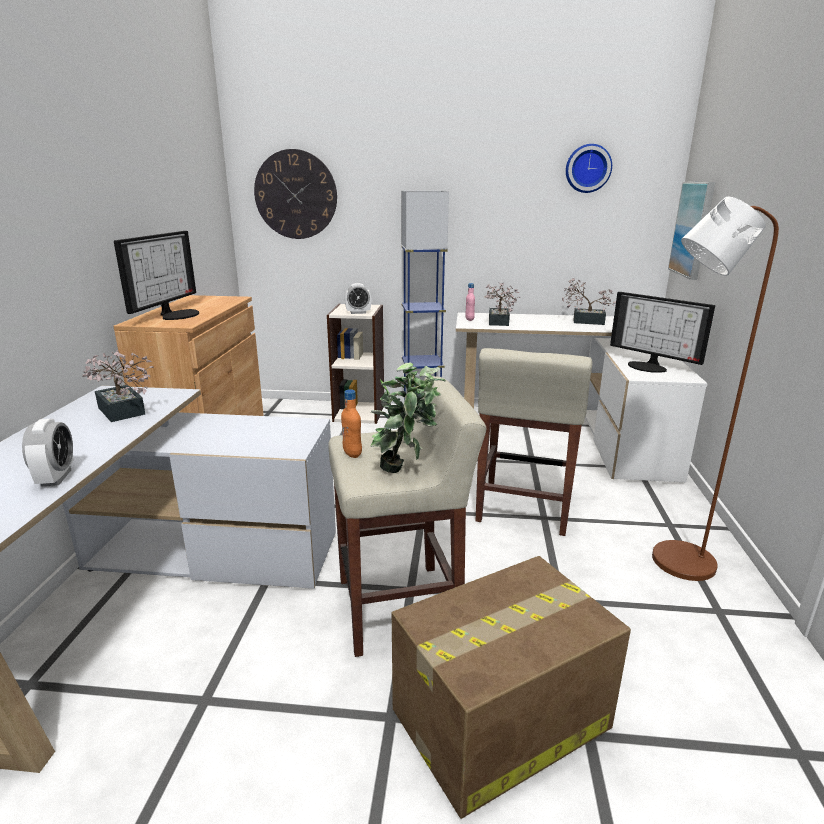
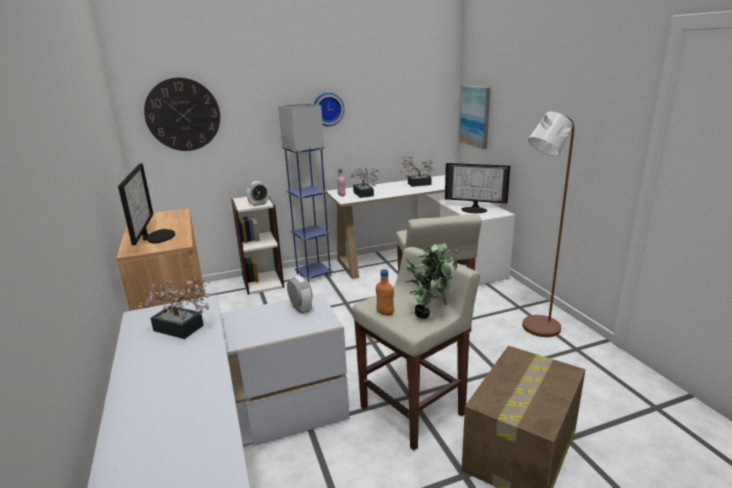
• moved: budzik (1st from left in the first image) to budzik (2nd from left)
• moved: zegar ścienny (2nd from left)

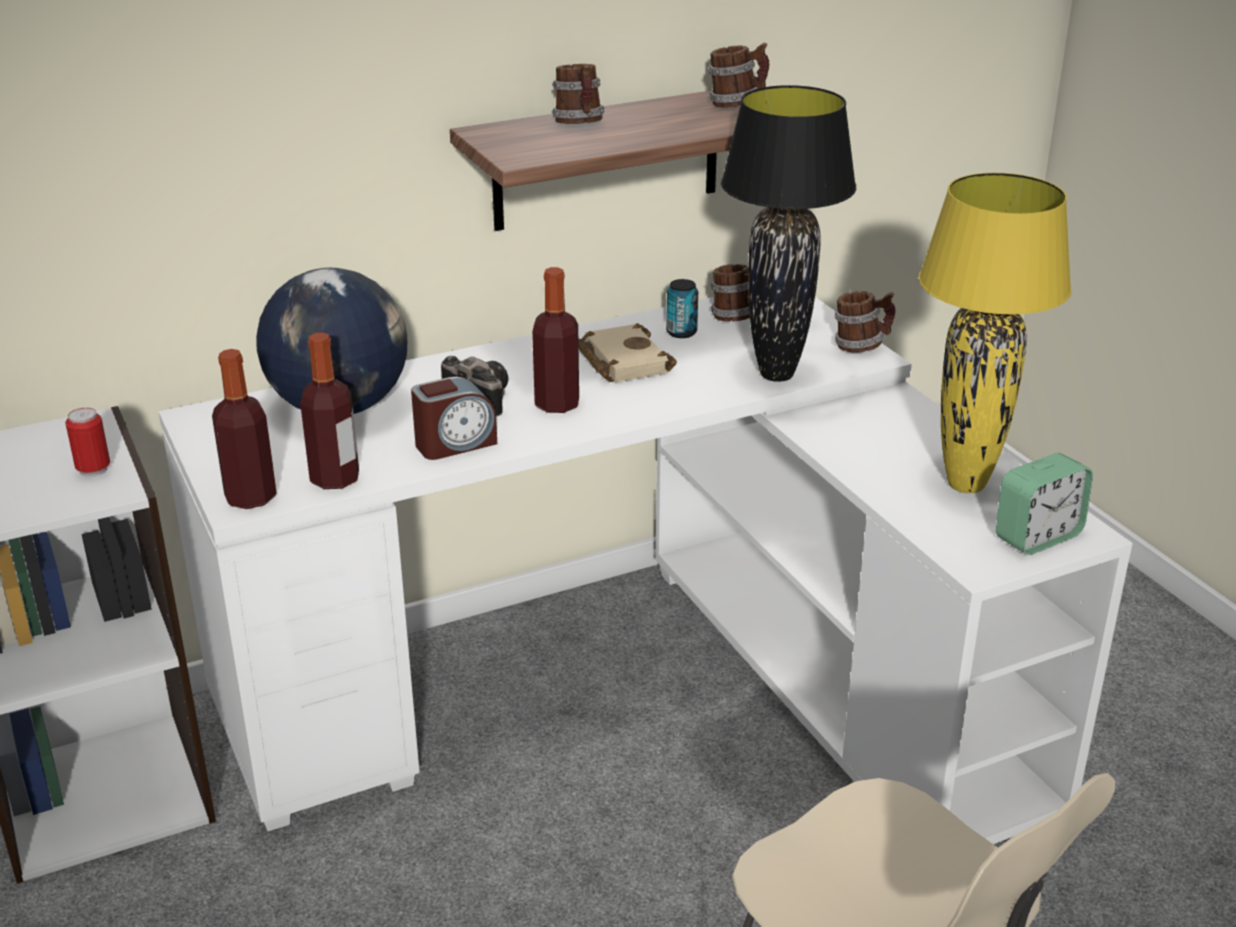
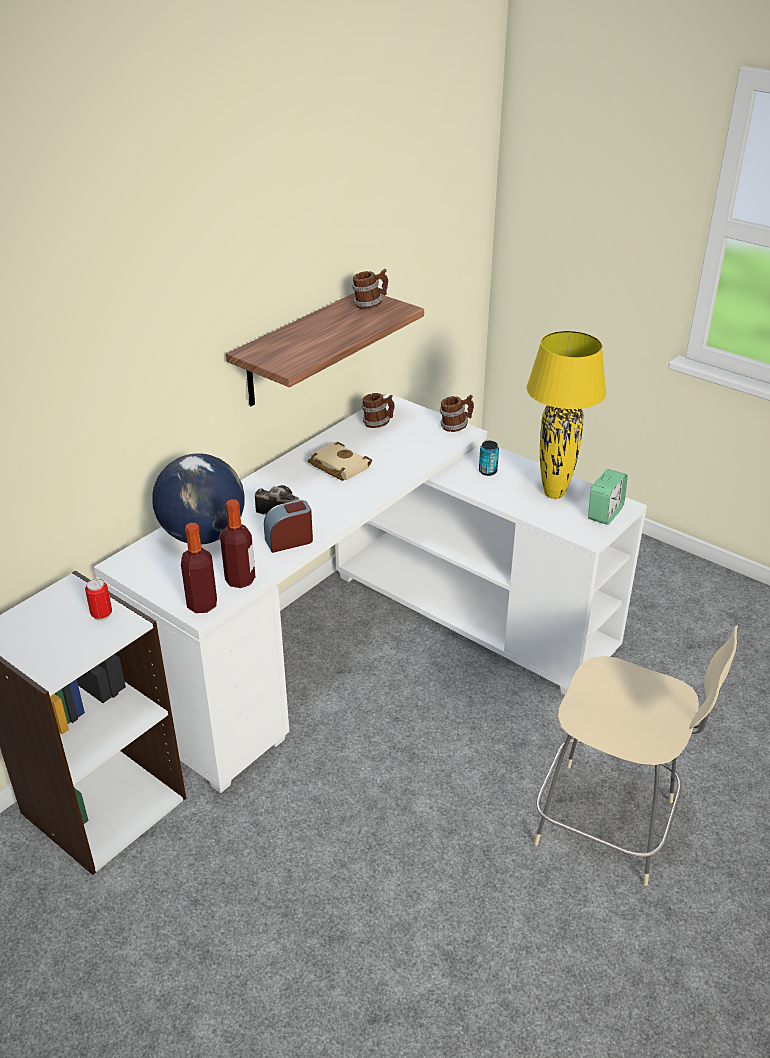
• turned: budzik (1st from left) 150 degrees counterclockwise
• moved: puszka (2nd from left)
• removed: butelka (3rd from left)
• removed: kubek (1st from left)
• removed: lampa stołowa (czarny)

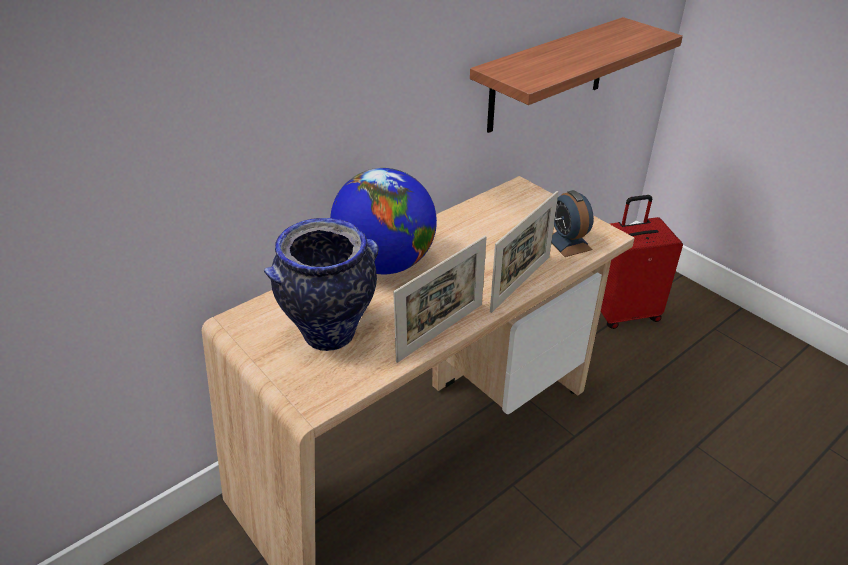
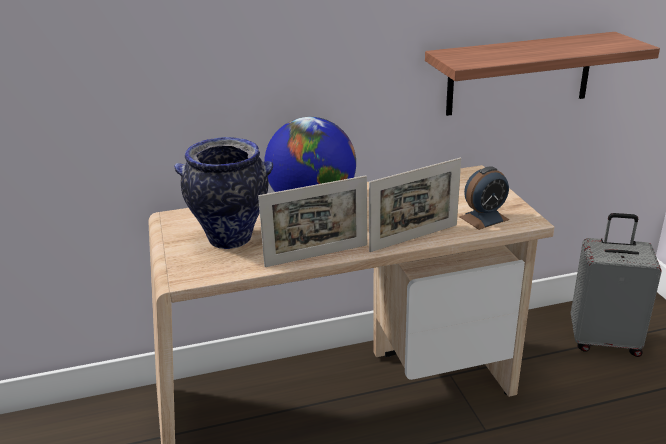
• turned: budzik 120 degrees counterclockwise
• recoloured: walizka (czerwony) to walizka (szary)

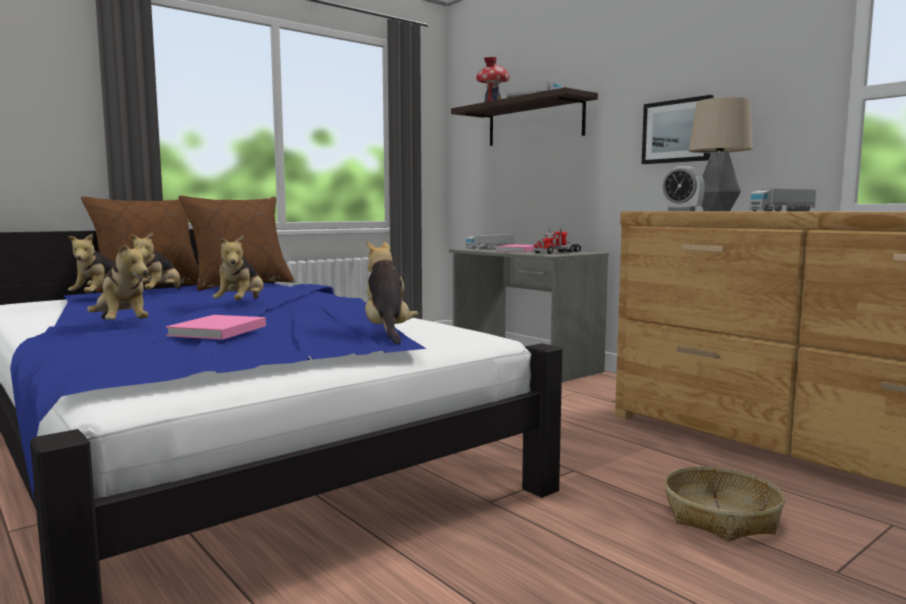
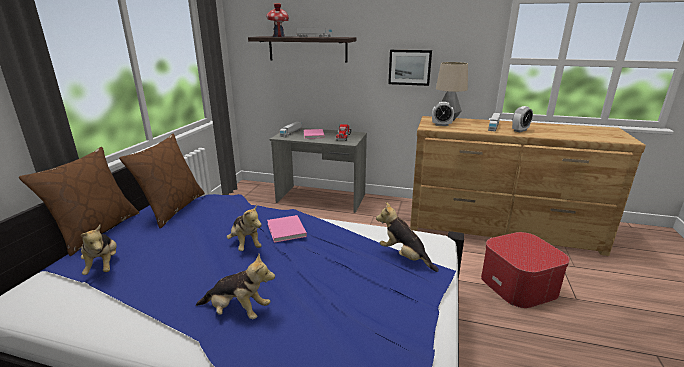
• moved: książka (różowy) (1st from left)
• replaced: koszyk to pufa
• added: budzik (2nd from left)
• removed: pluszak (3rd from left)

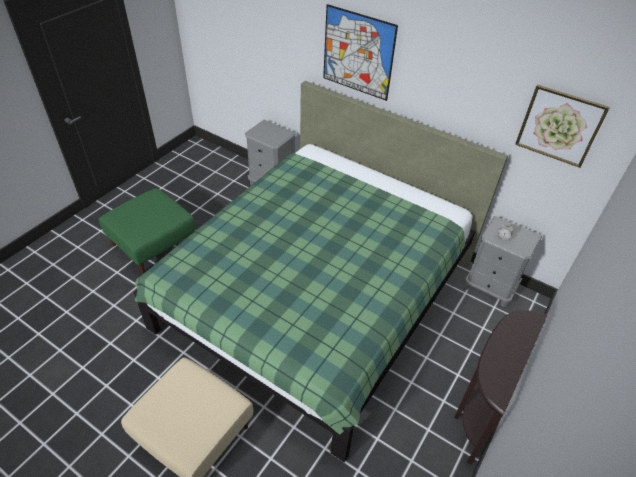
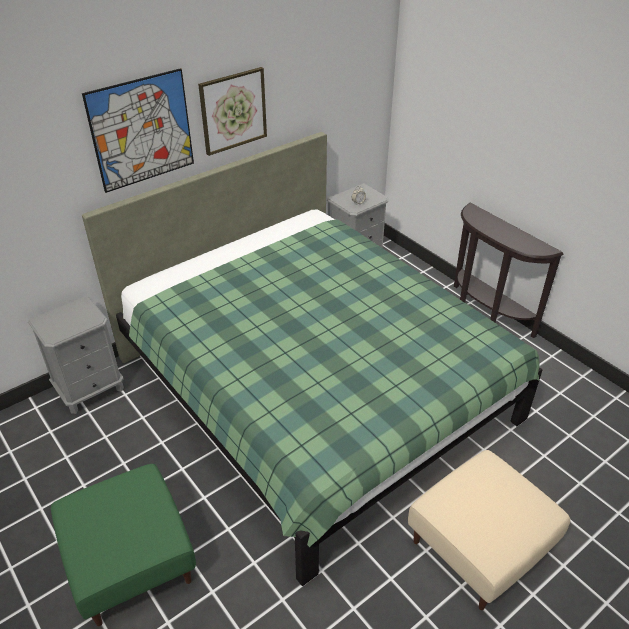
• moved: obraz (2nd from left)

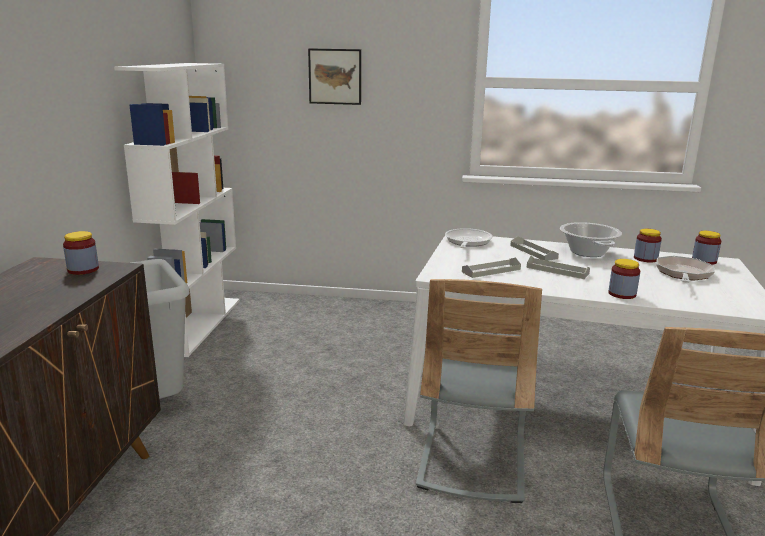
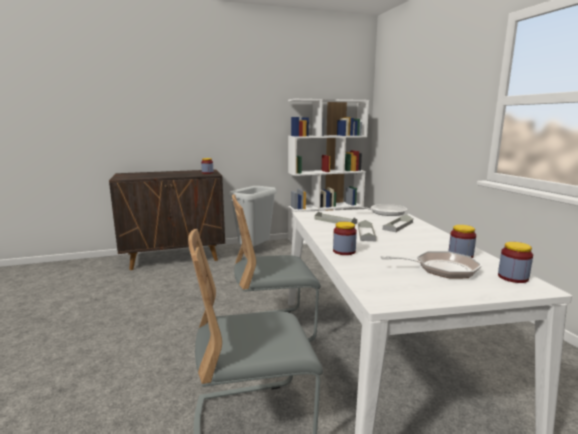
• removed: obraz
• removed: garnek

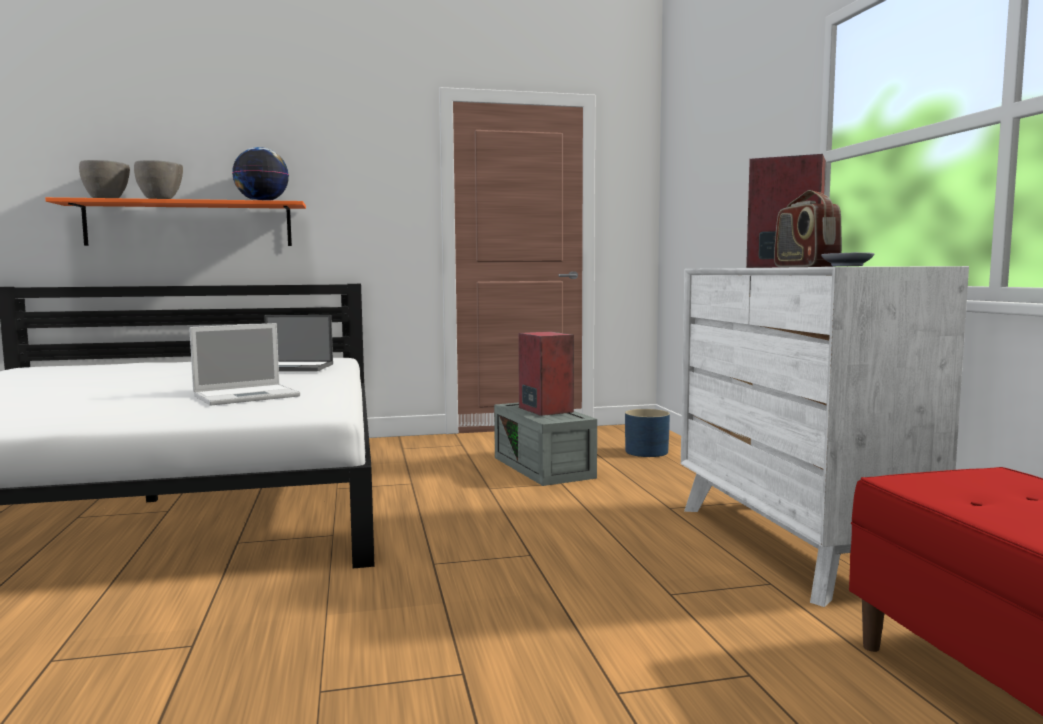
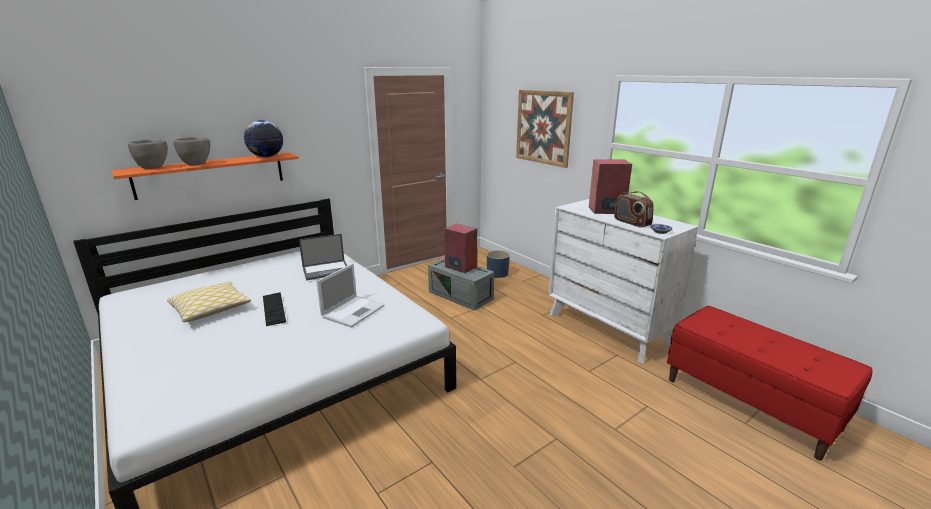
• added: poduszka
• added: klawiatura
• added: obraz

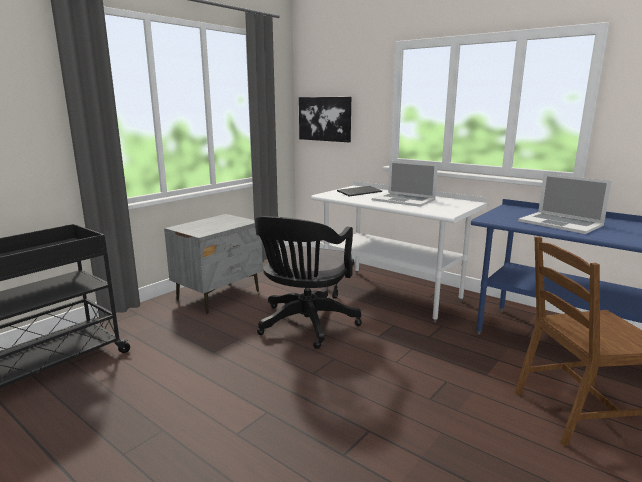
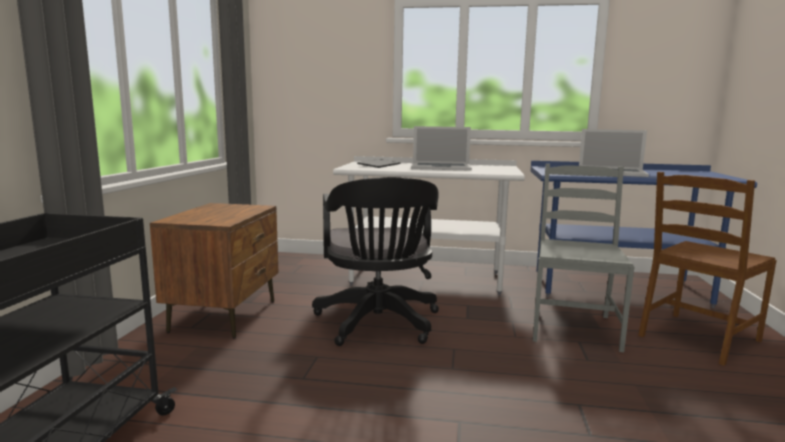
• recoloured: szafka nocna (szary) to szafka nocna (brązowy)
• added: krzesło (szary)
• removed: obraz

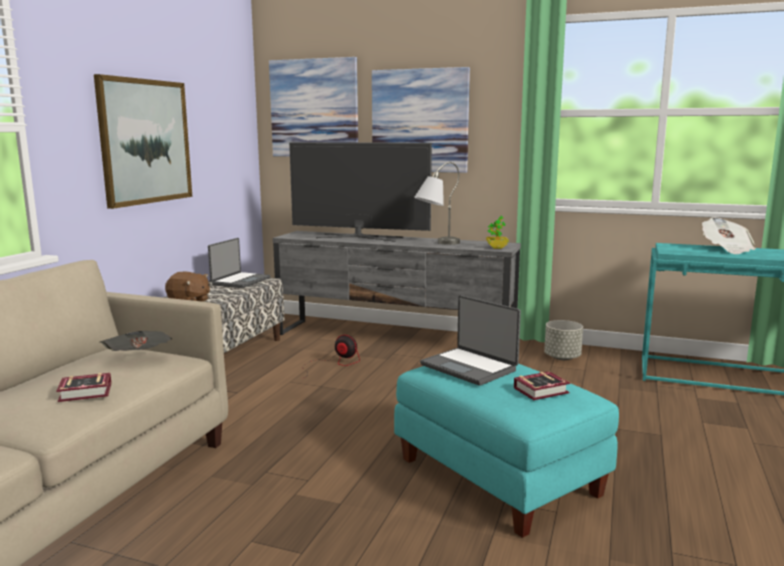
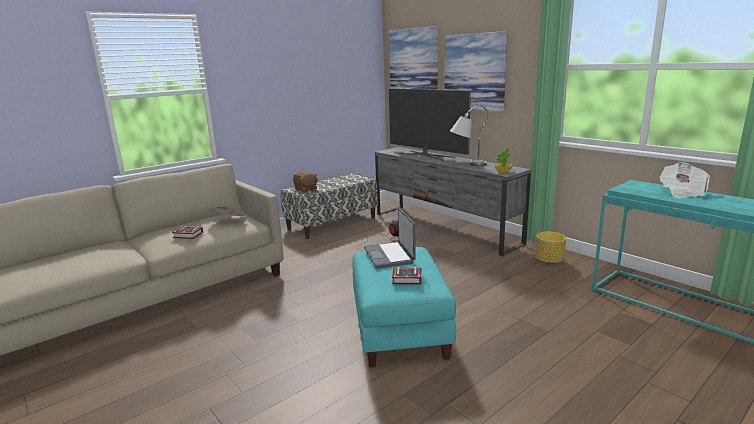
• recoloured: donica (szary) to donica (żółty)
• removed: obraz (1st from left)
• removed: laptop (1st from left)

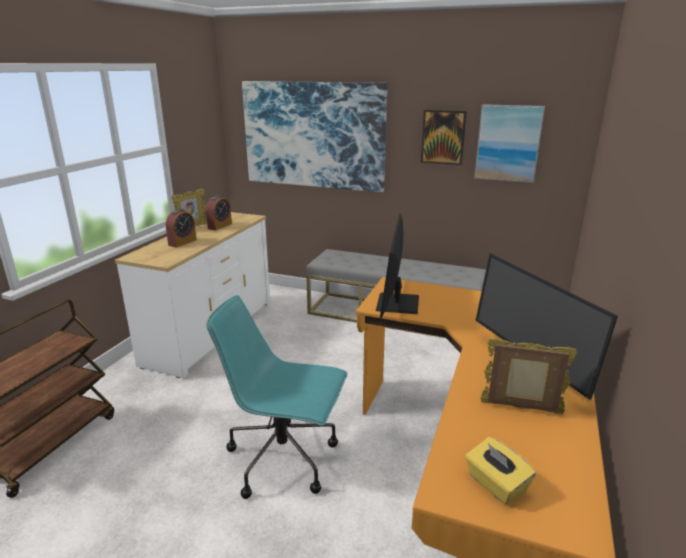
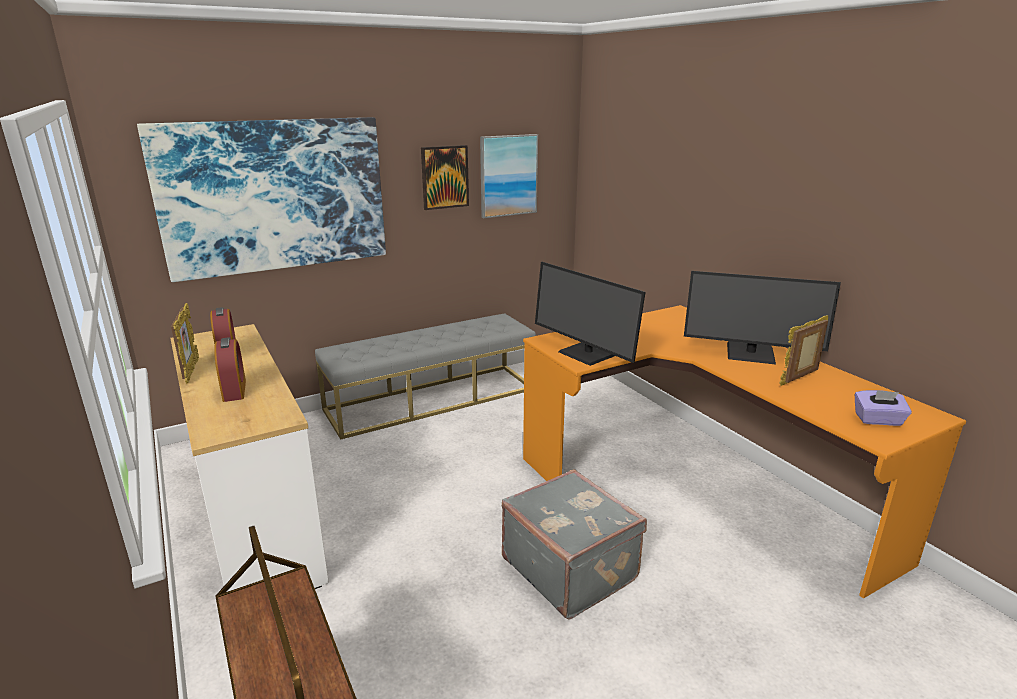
• replaced: krzesło biurowe (turkusowy) to walizka (szary)
• recoloured: pudełko chusteczek (żółty) to pudełko chusteczek (fioletowy)

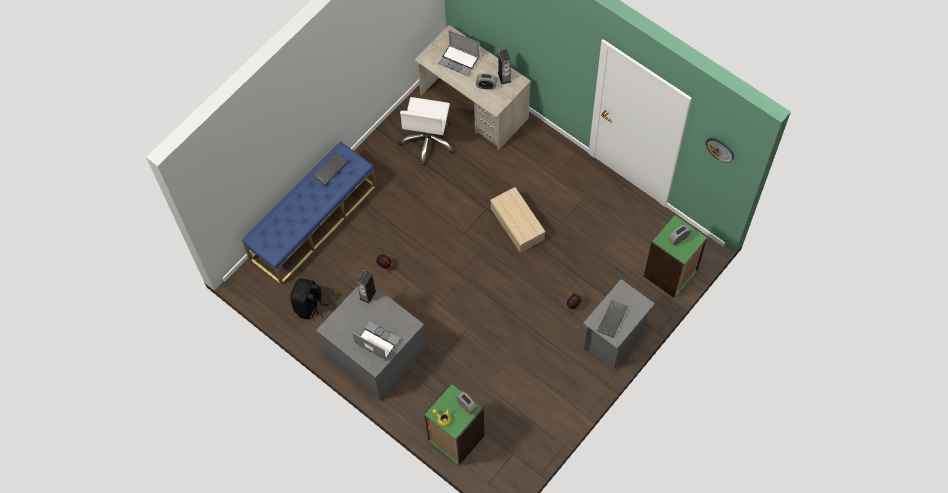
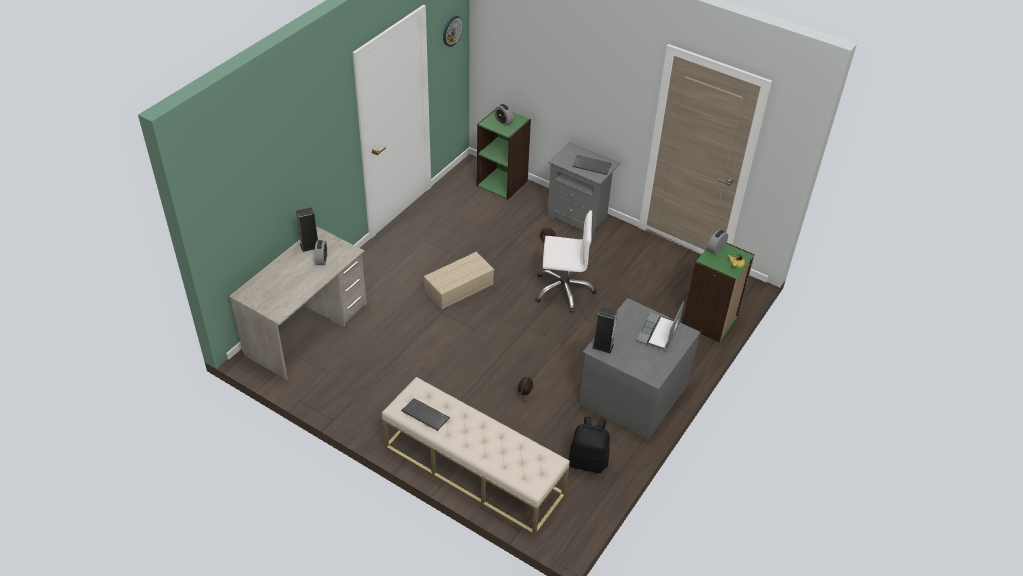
• recoloured: ławka (niebieski) to ławka (beżowy)
• moved: krzesło biurowe (biały)
• removed: laptop (2nd from left)

